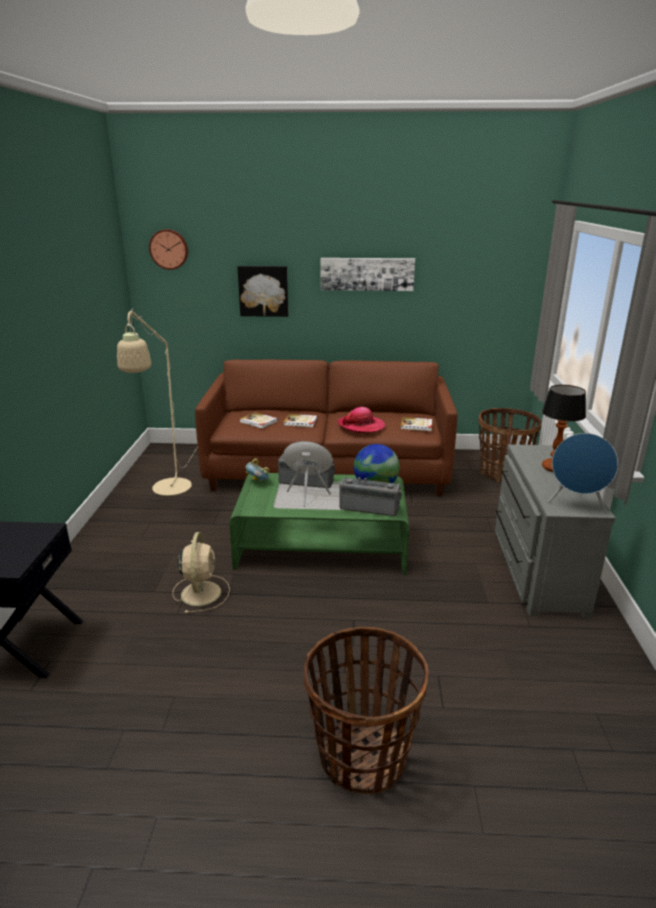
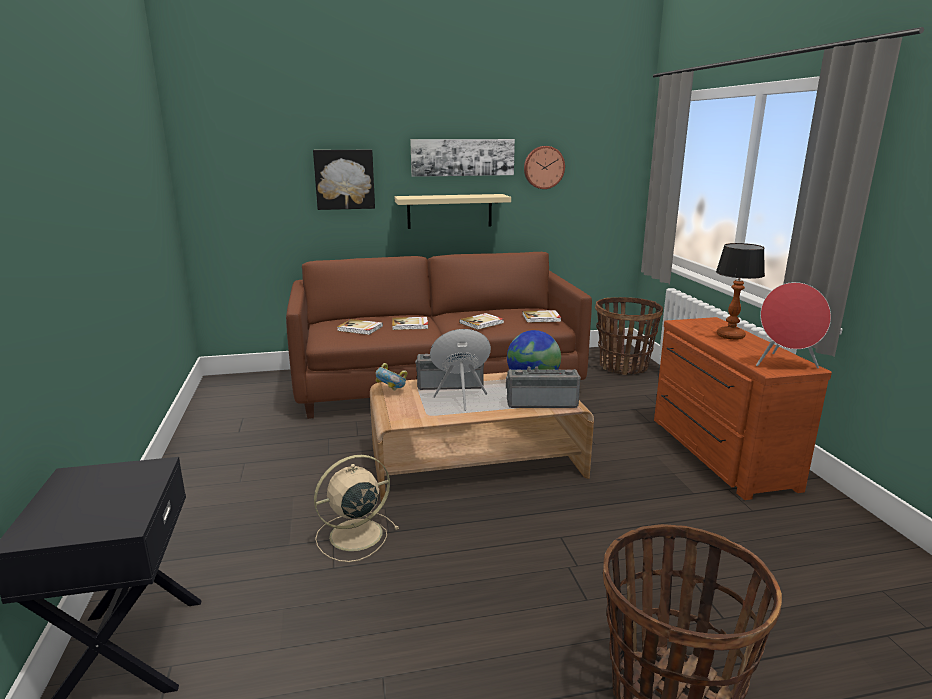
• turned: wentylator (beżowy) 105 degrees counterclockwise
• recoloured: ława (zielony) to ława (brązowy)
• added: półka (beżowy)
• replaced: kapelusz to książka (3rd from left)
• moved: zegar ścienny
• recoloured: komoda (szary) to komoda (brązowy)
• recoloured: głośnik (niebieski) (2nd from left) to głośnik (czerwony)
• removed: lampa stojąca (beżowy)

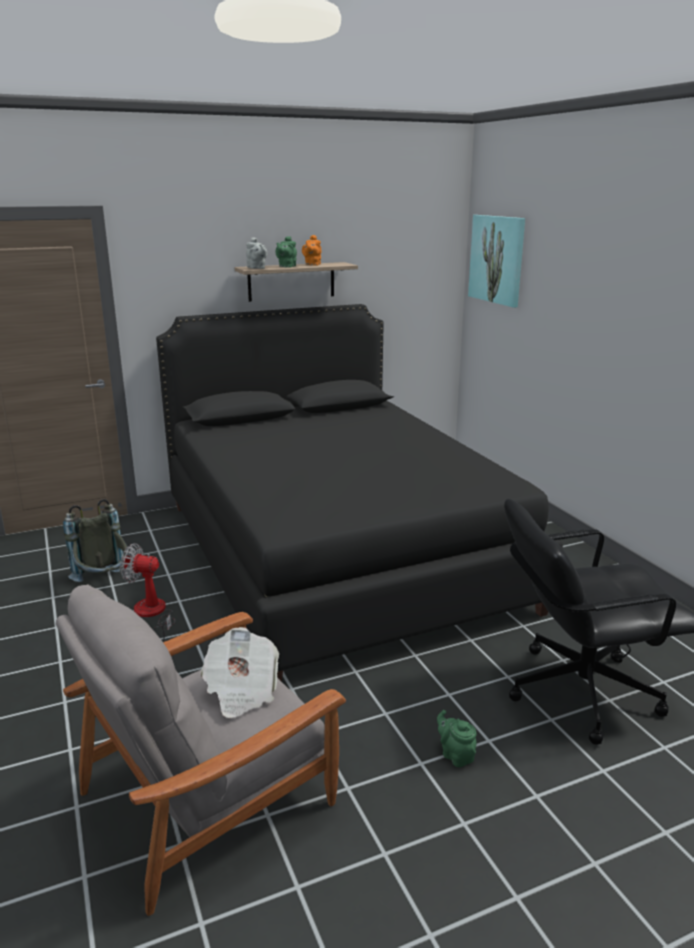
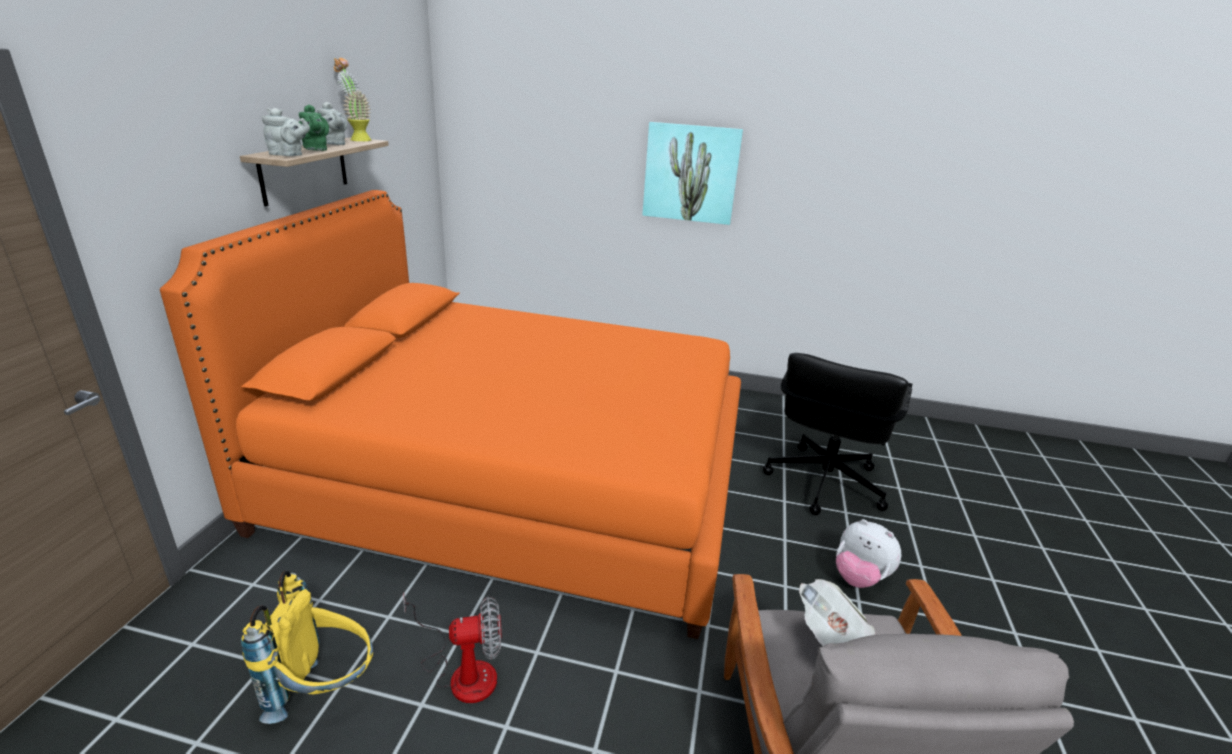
• recoloured: łóżko (czarny) to łóżko (pomarańczowy)
• recoloured: plecak (szary) to plecak (żółty)
• recoloured: imbryk (pomarańczowy) to imbryk (szary) (2nd from left)
• added: roślina doniczkowa
• turned: wentylator 150 degrees counterclockwise
• moved: obraz
• replaced: imbryk (zielony) (2nd from left) to pluszak

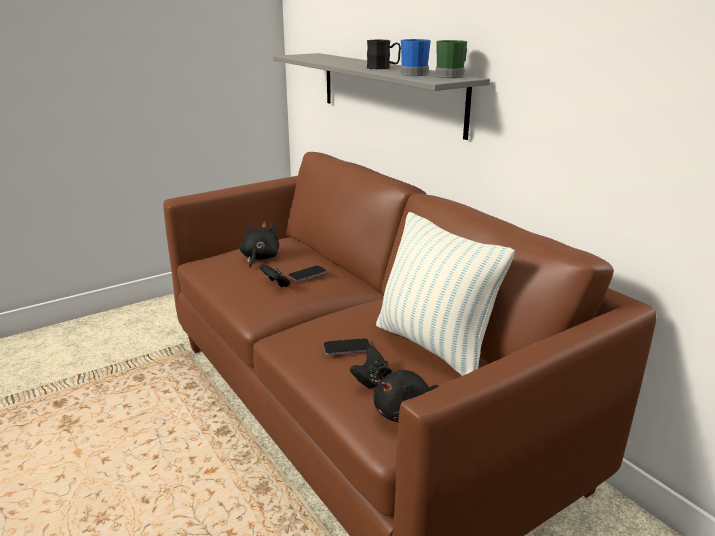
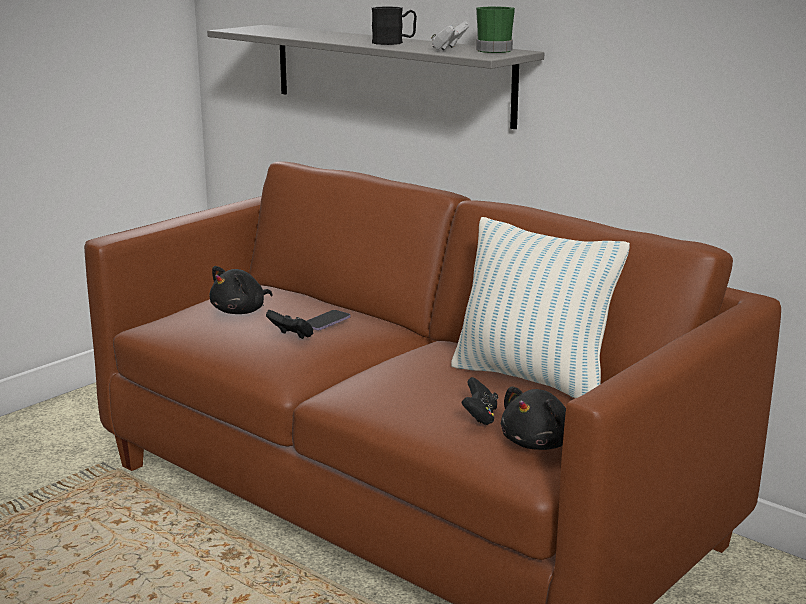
• turned: pluszak (czarny) (1st from left) 135 degrees counterclockwise
• replaced: kubek (niebieski) to pad do gier (biały)
• removed: telefon (2nd from left)

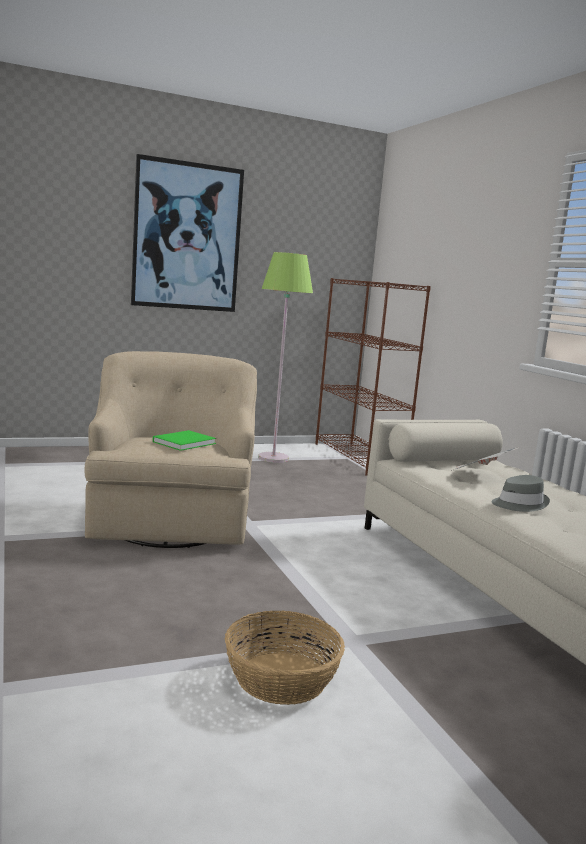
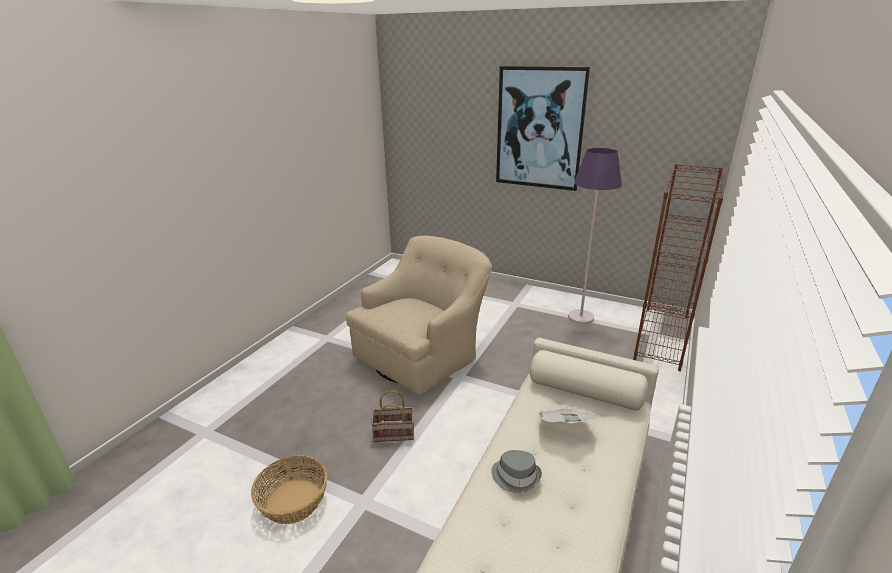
• added: koszyk (2nd from left)
• recoloured: lampa stojąca (zielony) to lampa stojąca (fioletowy)
• removed: książka (zielony)

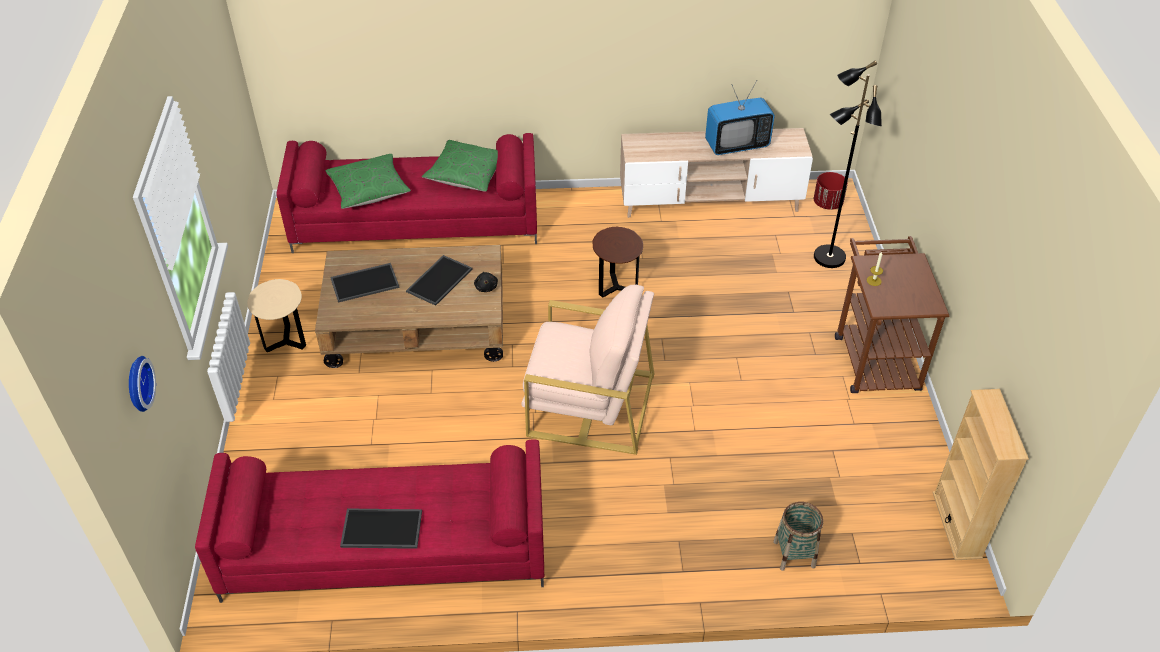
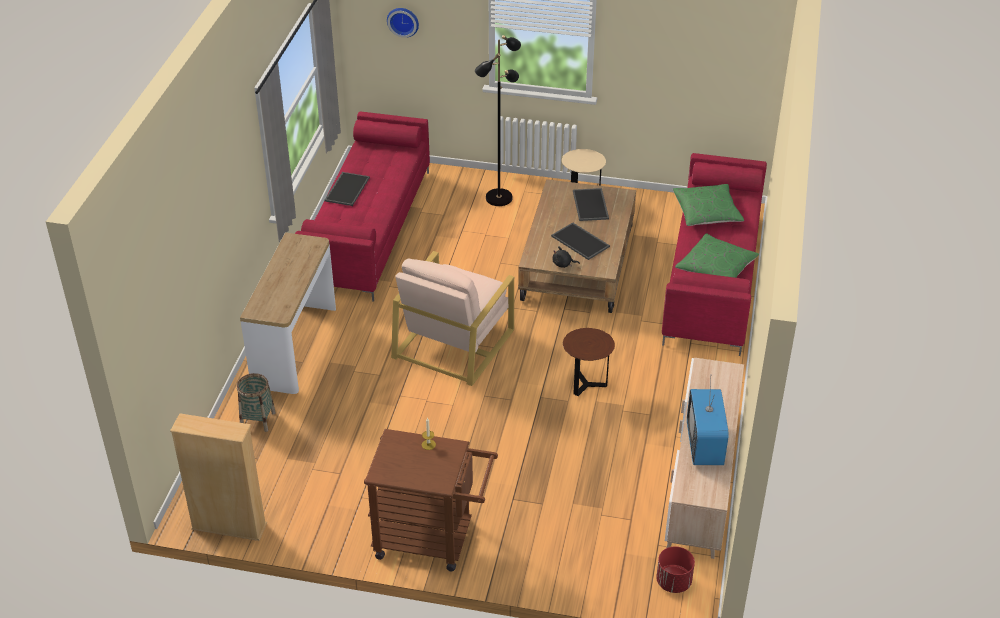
• added: stolik konsolowy
• moved: lampa stojąca (czarny)

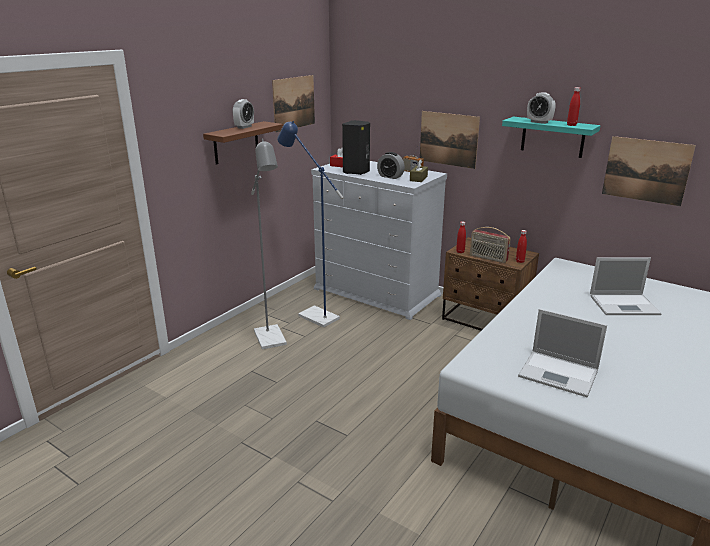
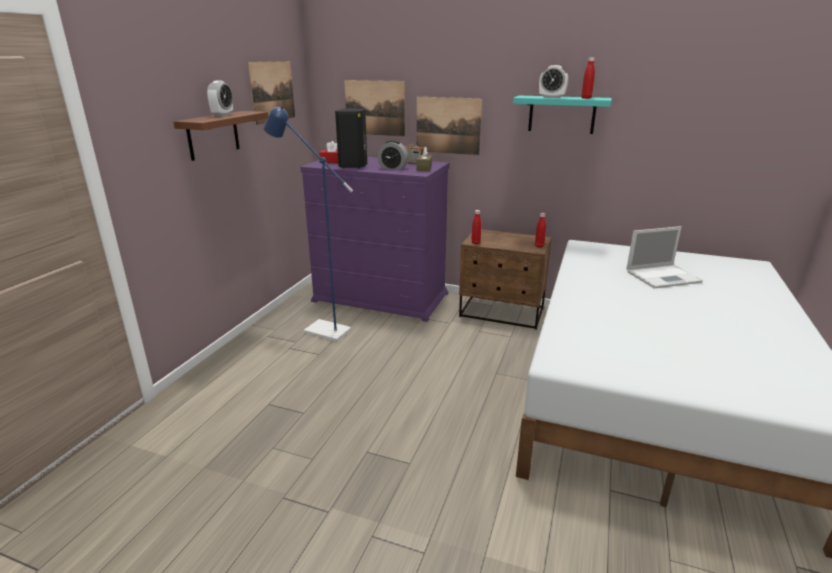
• recoloured: komoda (biały) to komoda (fioletowy)
• moved: obraz (3rd from left in the first image) to obraz (2nd from left)
• removed: lampa stojąca (szary)
• removed: radio (2nd from left)
• removed: laptop (1st from left)

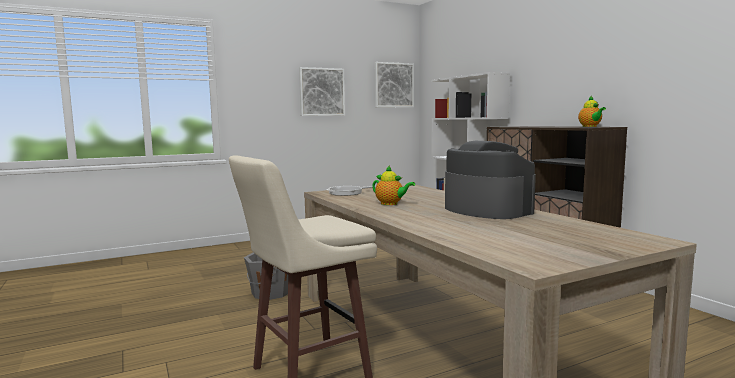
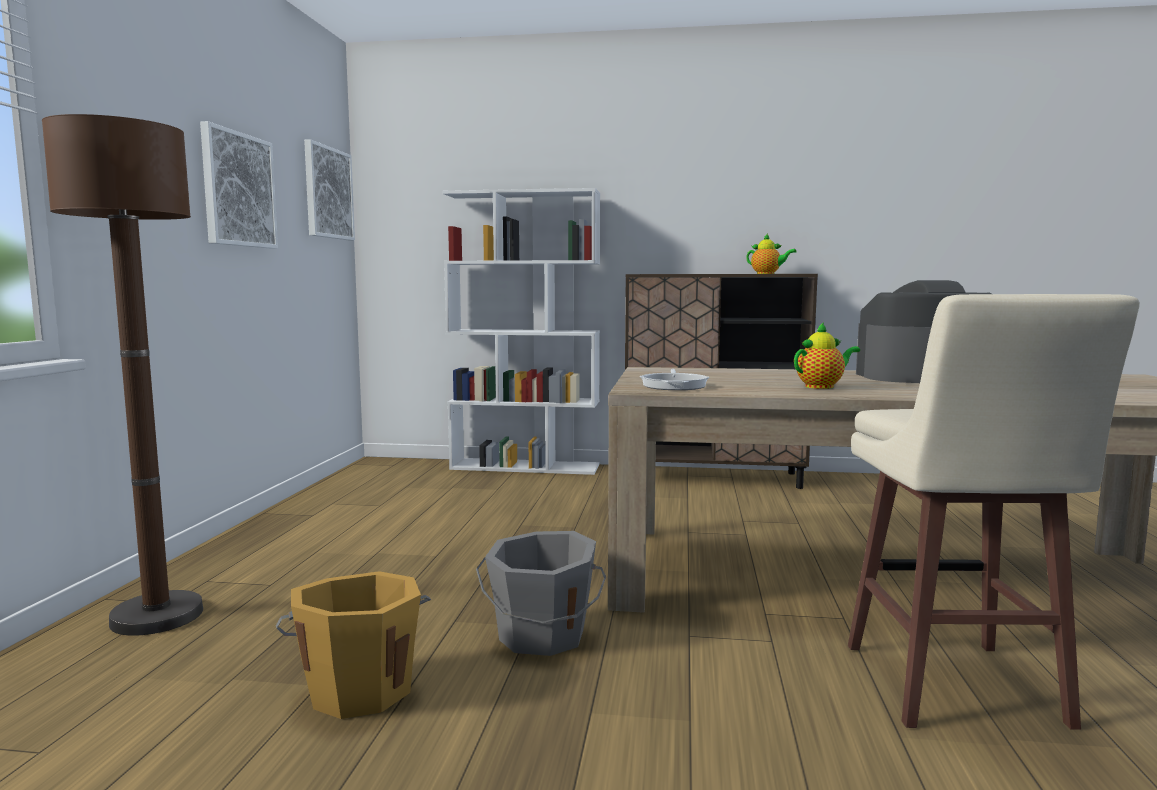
• added: lampa stojąca (brązowy)
• added: wiadro (pomarańczowy)

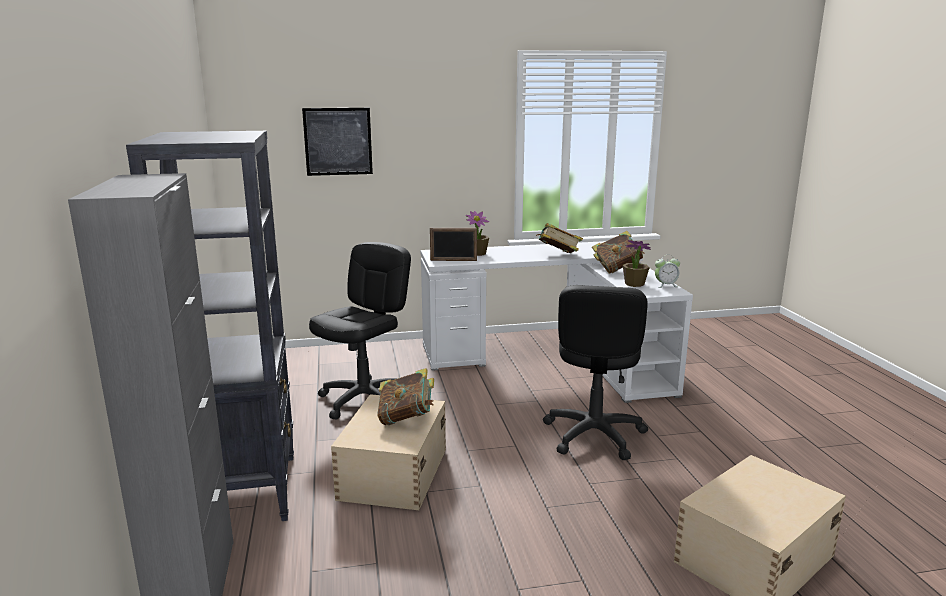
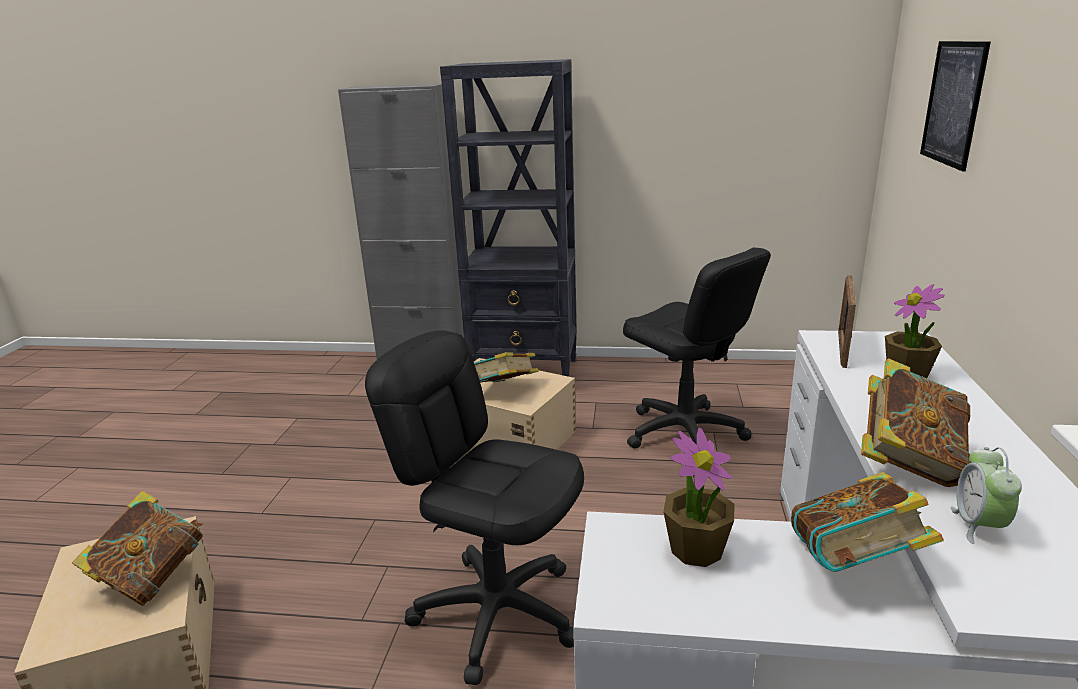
• added: książka (1st from left)
• moved: budzik

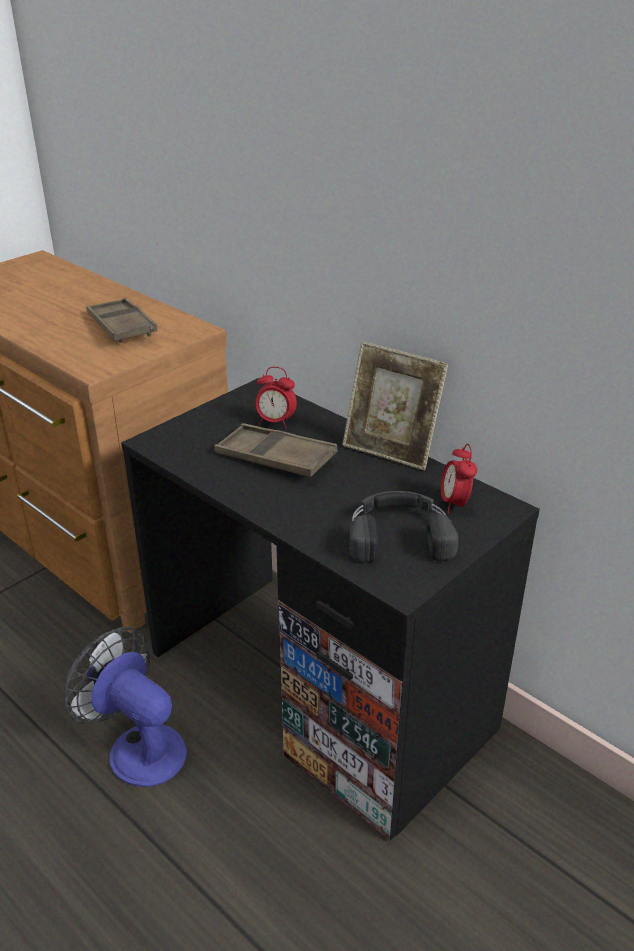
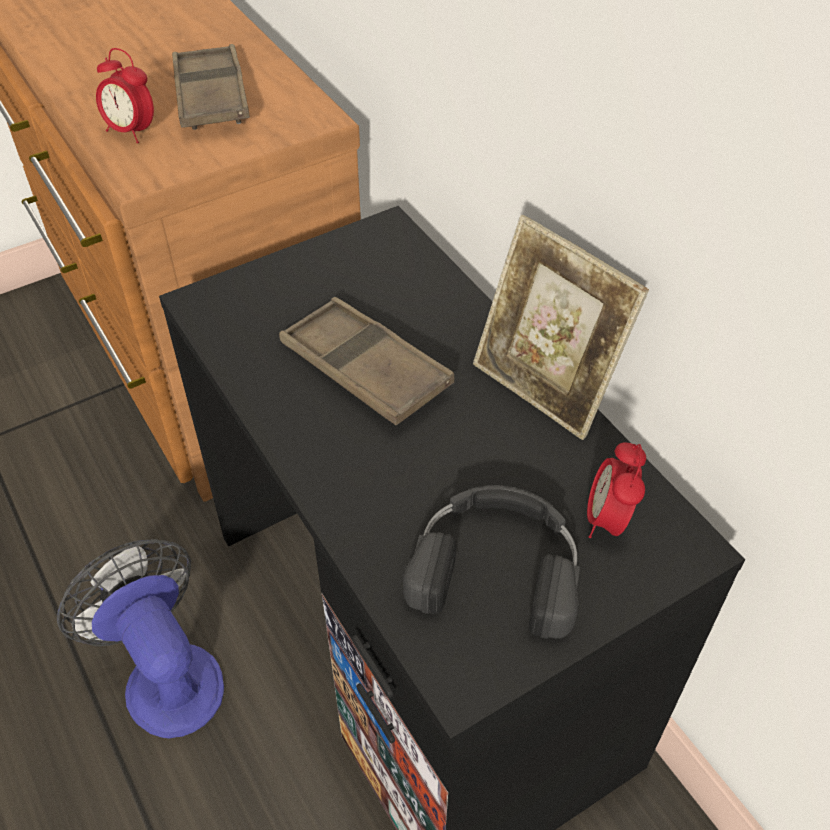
• moved: budzik (1st from left)

